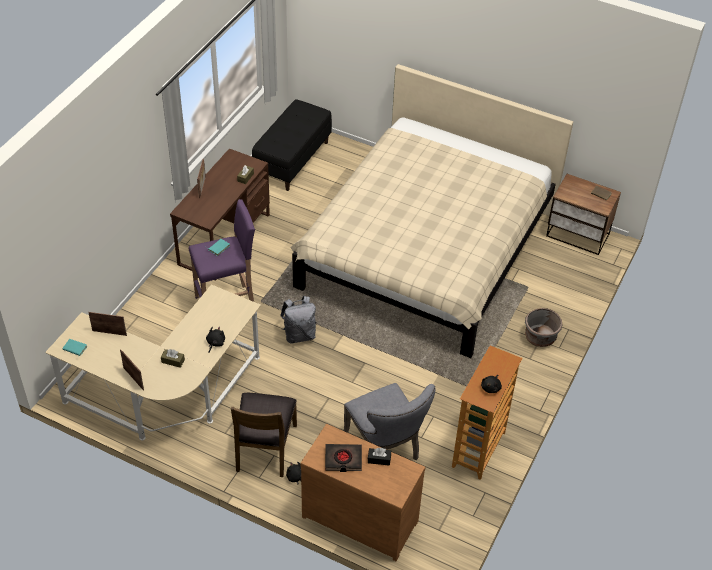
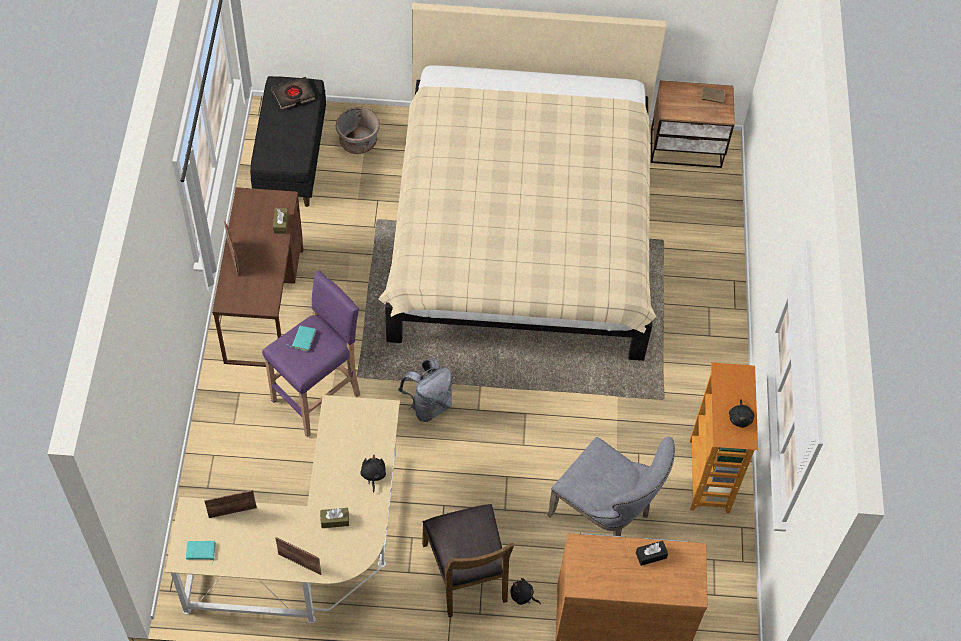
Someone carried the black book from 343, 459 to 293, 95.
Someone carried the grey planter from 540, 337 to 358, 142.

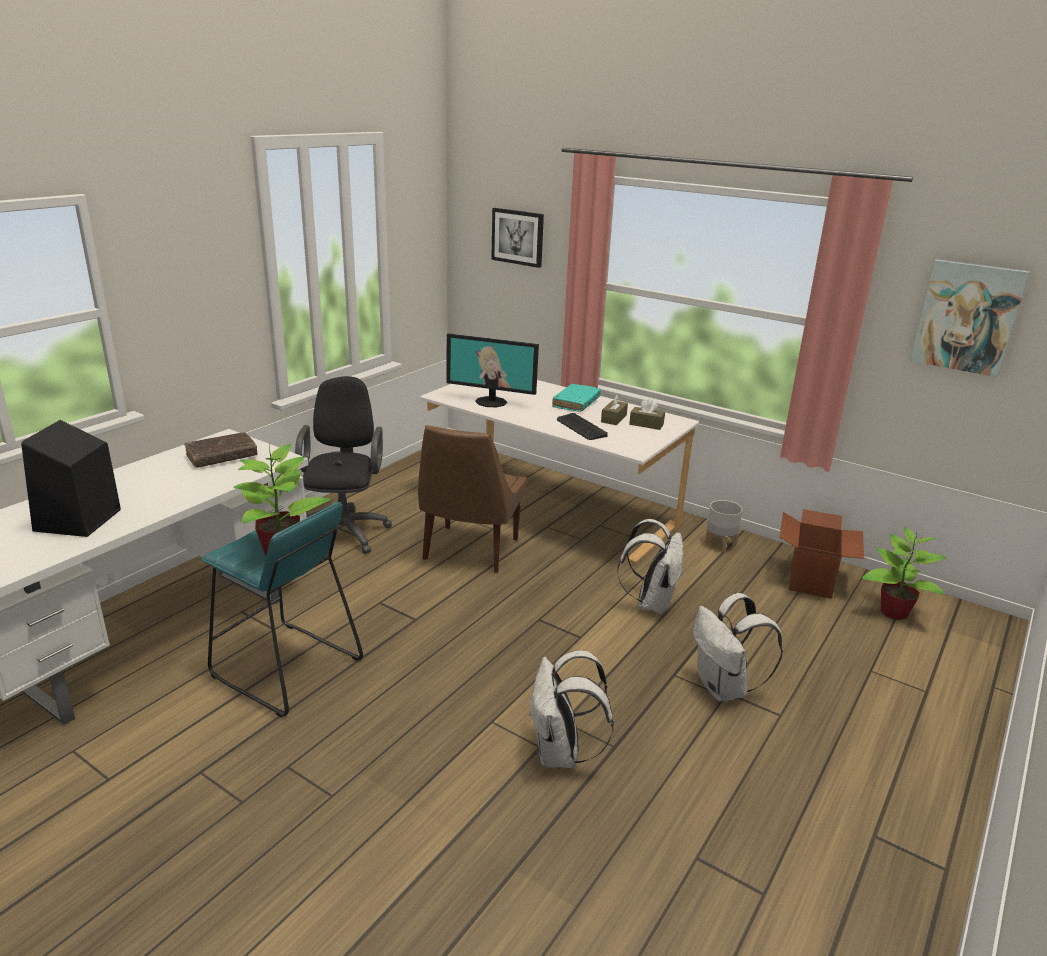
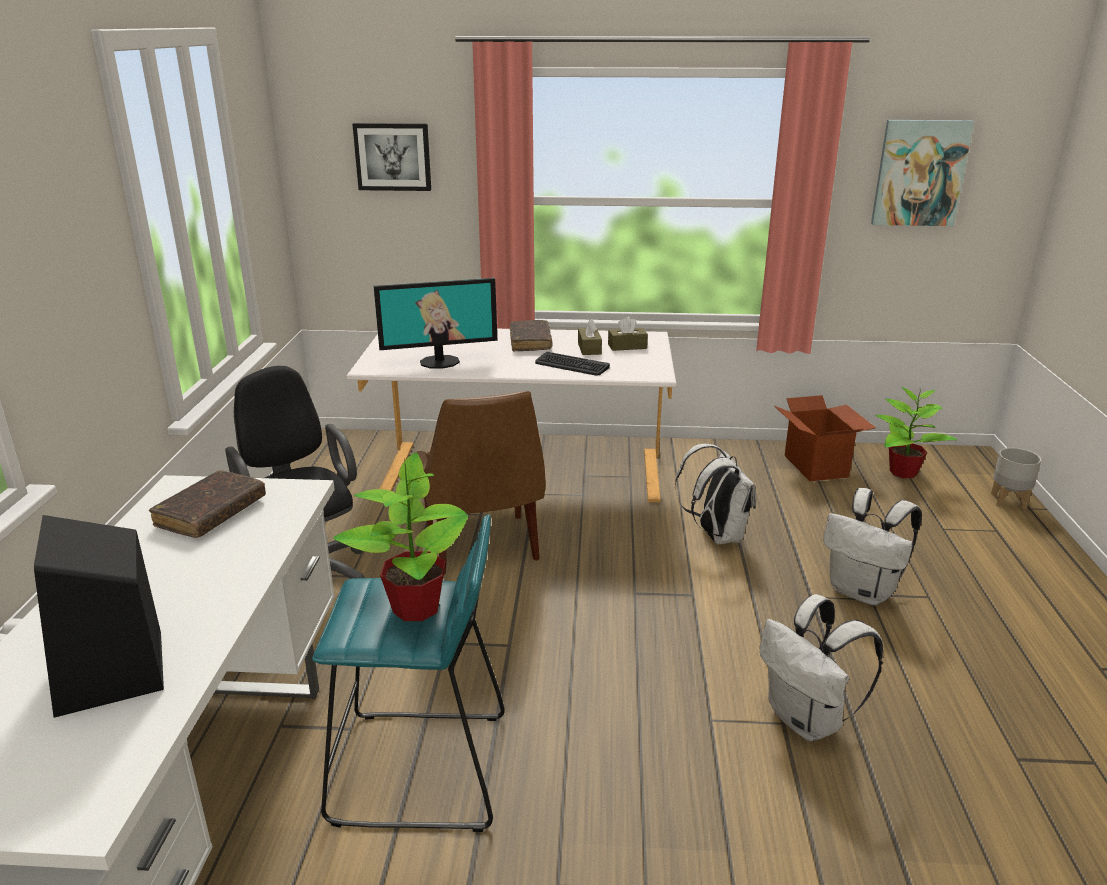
Someone repainted the turquoise book at 576, 403, which became the brown book at 530, 342.
Someone carried the grey planter from 720, 545 to 1009, 501.

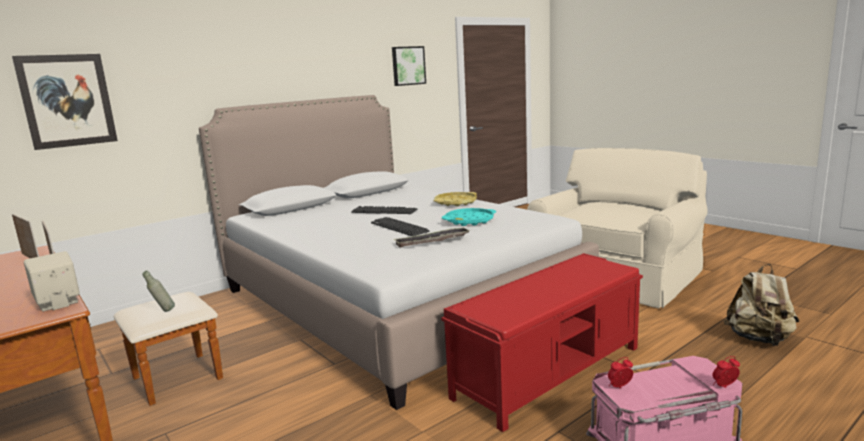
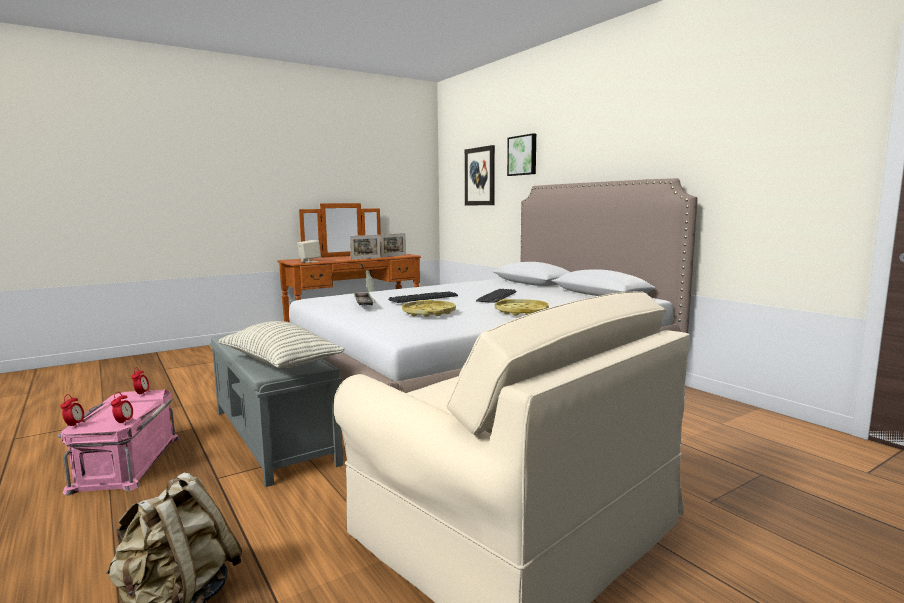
Someone carried the picture from 408, 66 to 523, 155.
Someone repainted the red bench at 549, 371, which became the grey bench at 273, 436.
Someone repainted the turquoise tray at 469, 221, which became the yellow tray at 429, 313.
Someone put down the alarm clock at 124, 422.
Someone put down the pillow at 280, 364.

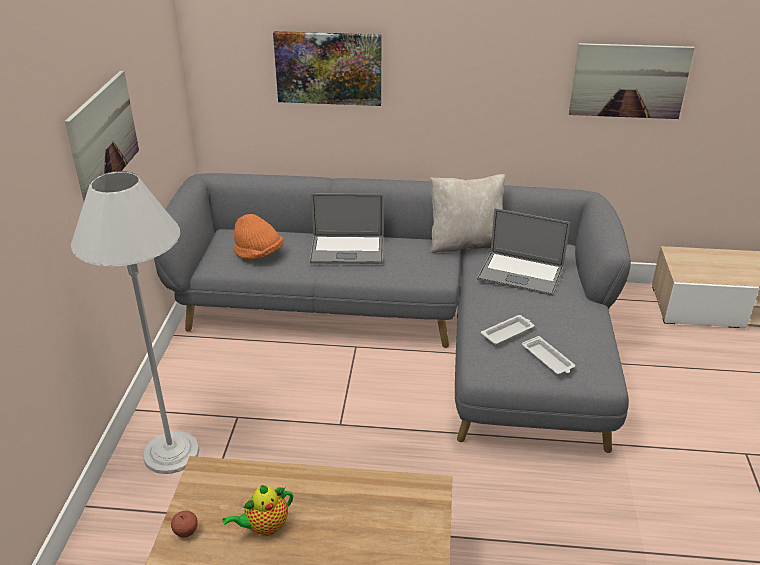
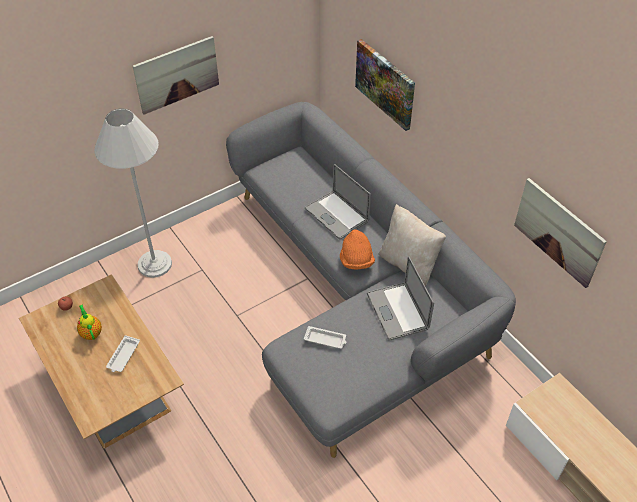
Someone rotated the teapot at 264, 527 by 45 degrees clockwise.
Someone carried the orange hat from 259, 254 to 356, 260.
Someone carried the white tray from 548, 359 to 123, 356.

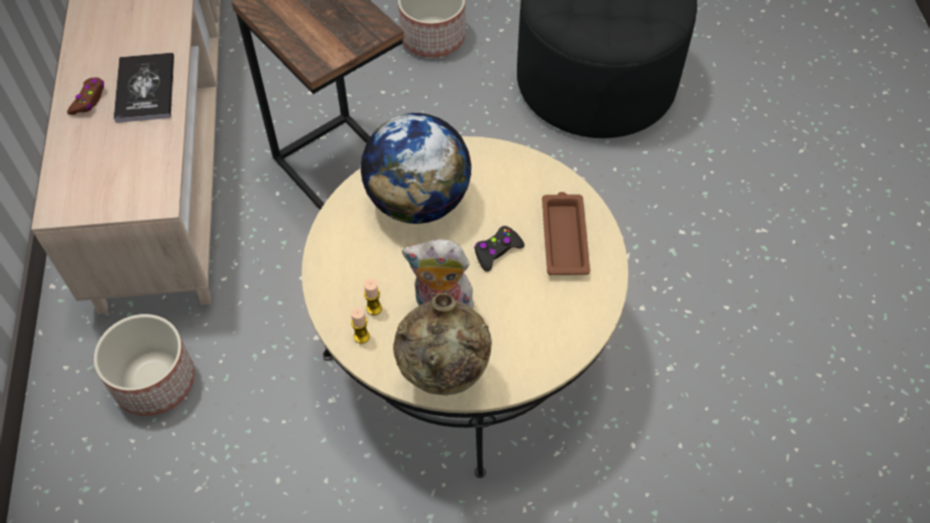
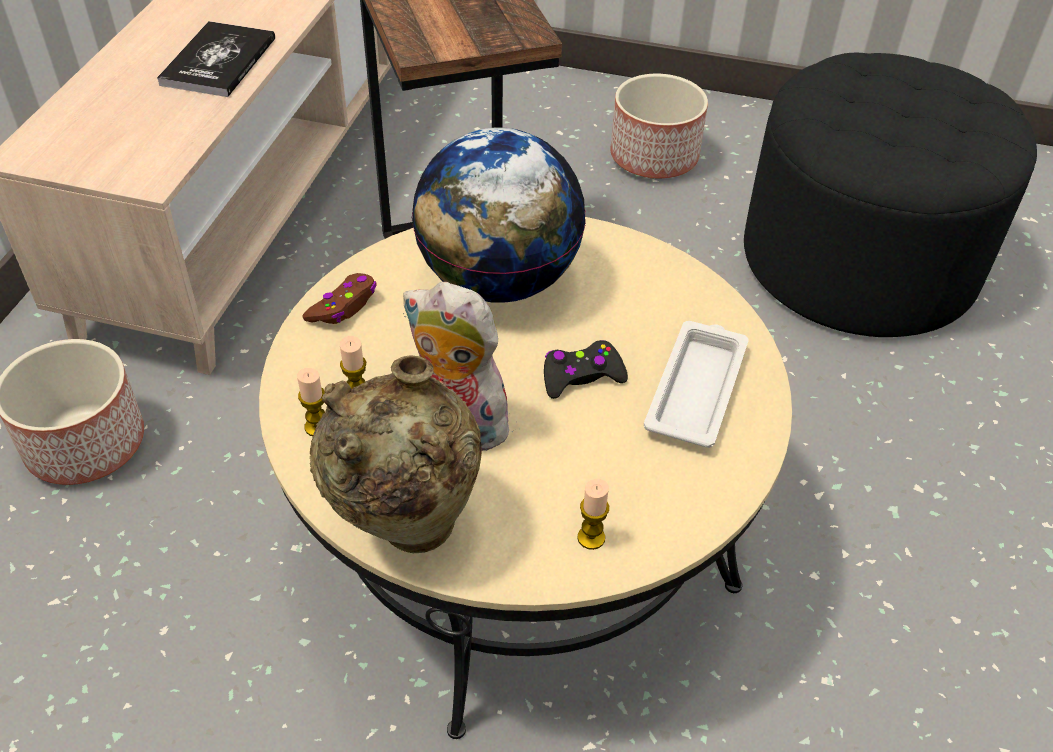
Someone carried the brown game controller from 89, 100 to 343, 306.
Someone repainted the brown tray at 564, 237, which became the white tray at 696, 388.
Someone put down the candle at 591, 538.

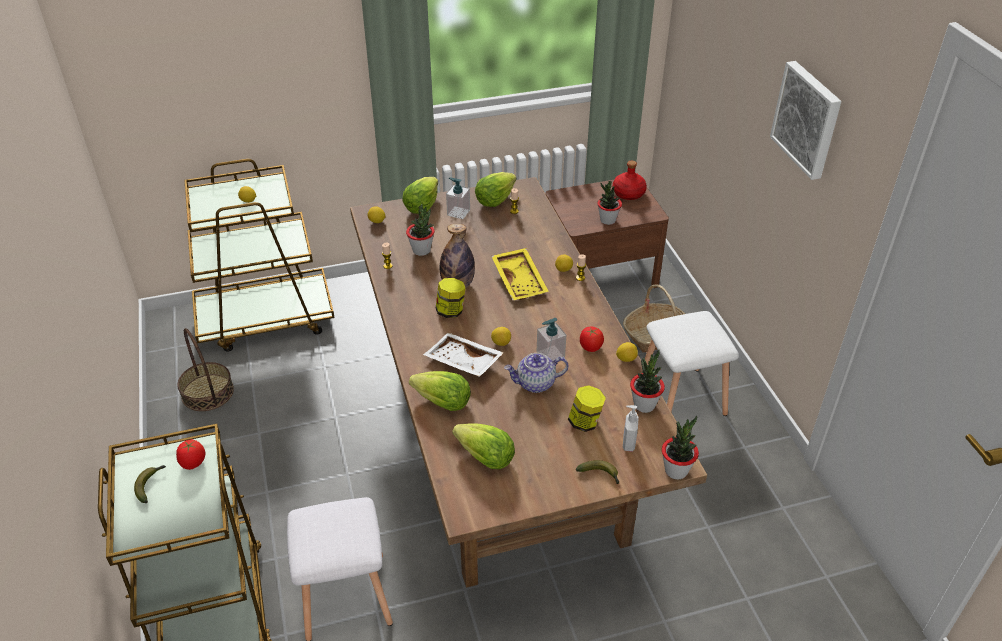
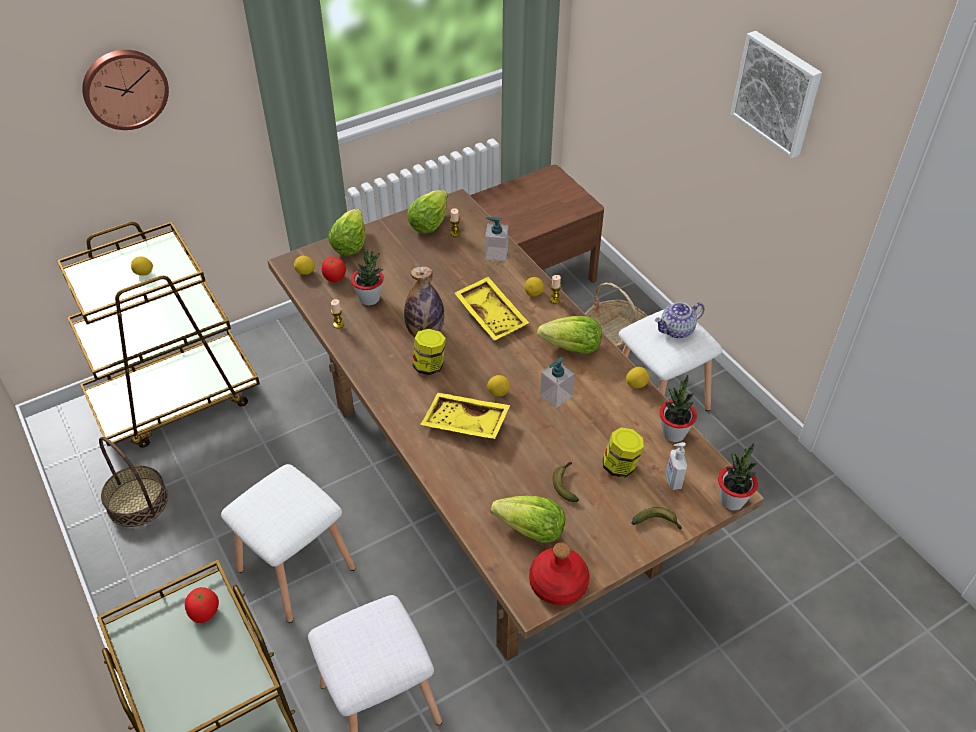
Someone carried the banana from 150, 485 to 566, 484.
Someone carried the lettuce from 443, 403 to 572, 348.
Someone repainted the white tray at 462, 362, which became the yellow tray at 465, 424.
Someone carried the soap dispenser from 458, 212 to 496, 254.
Someone carried the teapot from 535, 384 to 676, 330.
Someone carried the tomato from 590, 347 to 334, 278.
Someone took away the potted plant at 607, 220.
Someone carried the red bottle from 629, 193 to 558, 584.
Someone put up the wall clock at 124, 88.
Someone put down the white stool at 294, 569.

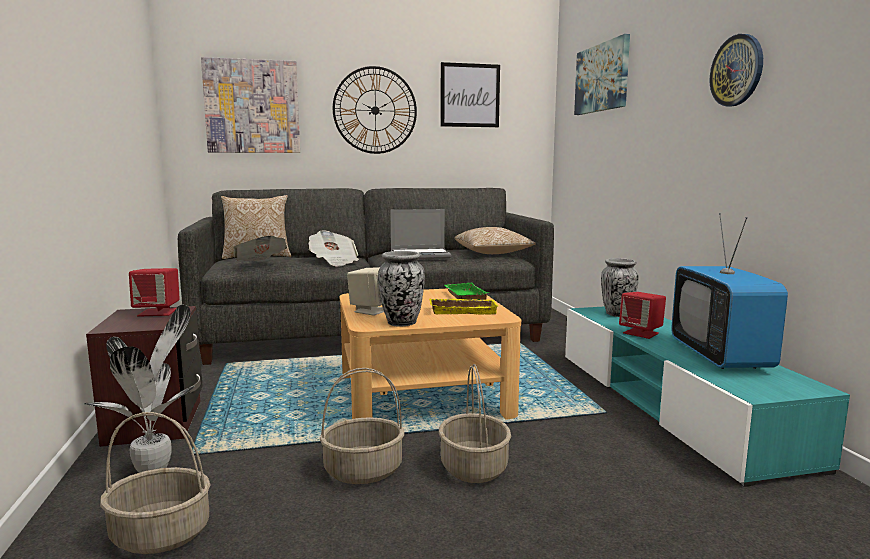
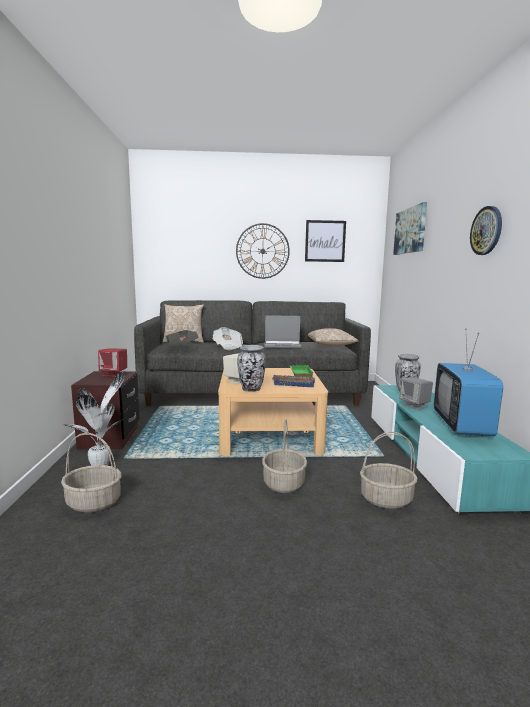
Someone took away the picture at 252, 107.
Someone carried the basket from 364, 470 to 386, 499.
Someone repainted the yellow tray at 463, 310, which became the blue tray at 294, 383.
Someone repainted the red speaker at 641, 333, which became the grey speaker at 415, 405.

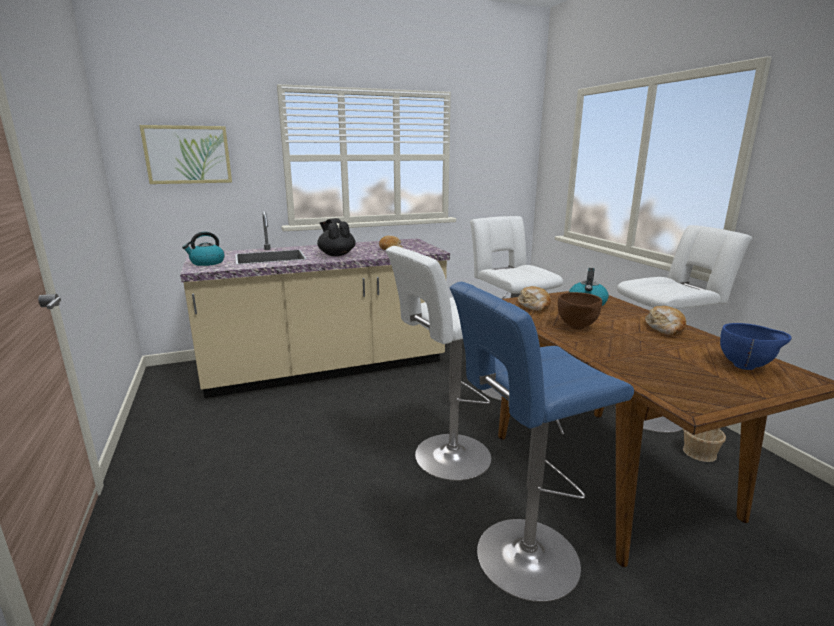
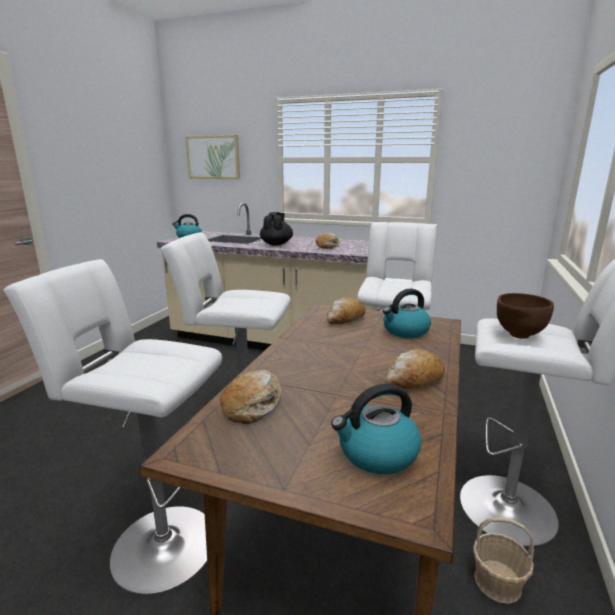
Someone repainted the blue stool at 521, 560, which became the white stool at 157, 544.
Someone carried the brown bowl from 576, 328 to 517, 336.
Someone swapped the blue bowl at 747, 367 for the kettle at 377, 454.
Someone put down the bread at 253, 404.

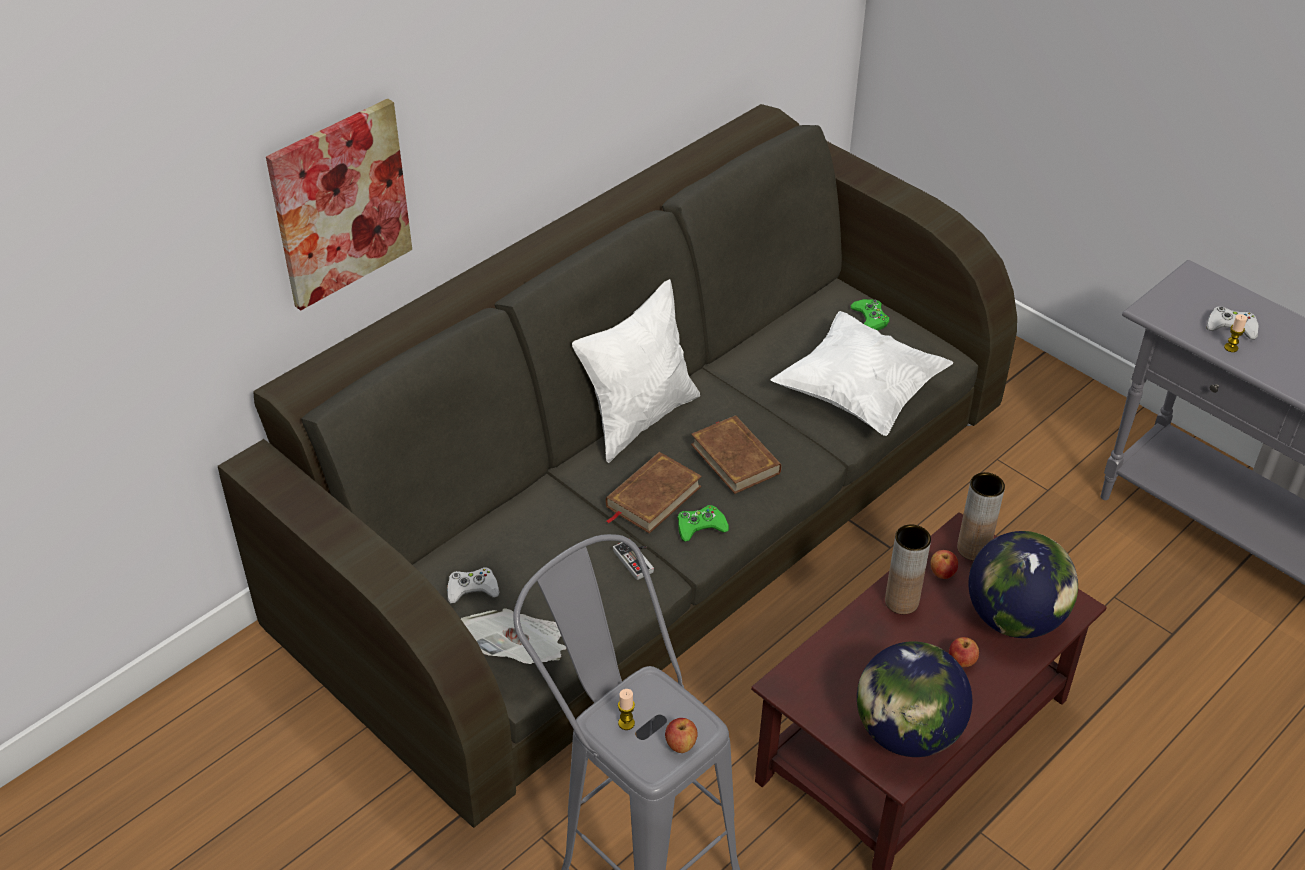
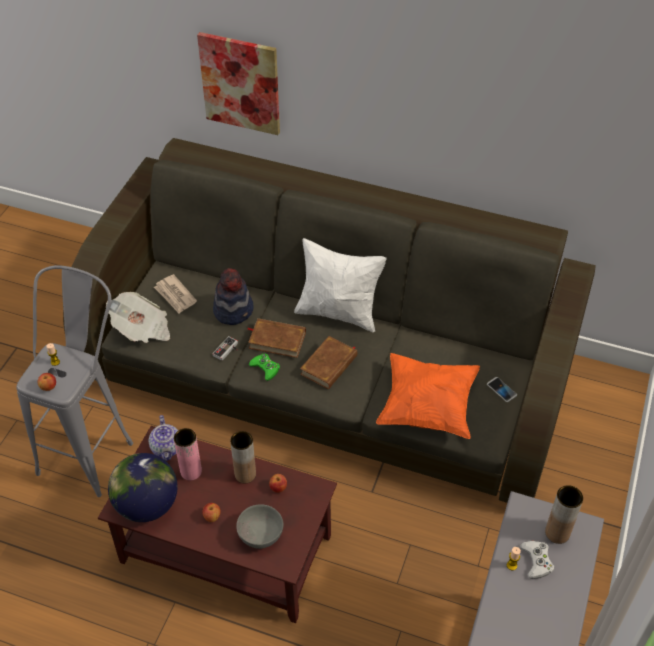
Someone swapped the white game controller at 472, 589 for the newspaper at 175, 295.
Someone repainted the white pillow at 859, 394, which became the orange pillow at 427, 407.
Someone swapped the green game controller at 870, 319 for the phone at 501, 390.
Someone carried the brown vase from 973, 549 to 557, 533.
Someone swapped the globe at 1013, 618 for the grey bowl at 259, 535.
Someone put down the teapot at 167, 448.
Someone put down the pink vase at 191, 471.
Someone put down the hat at 234, 310.

